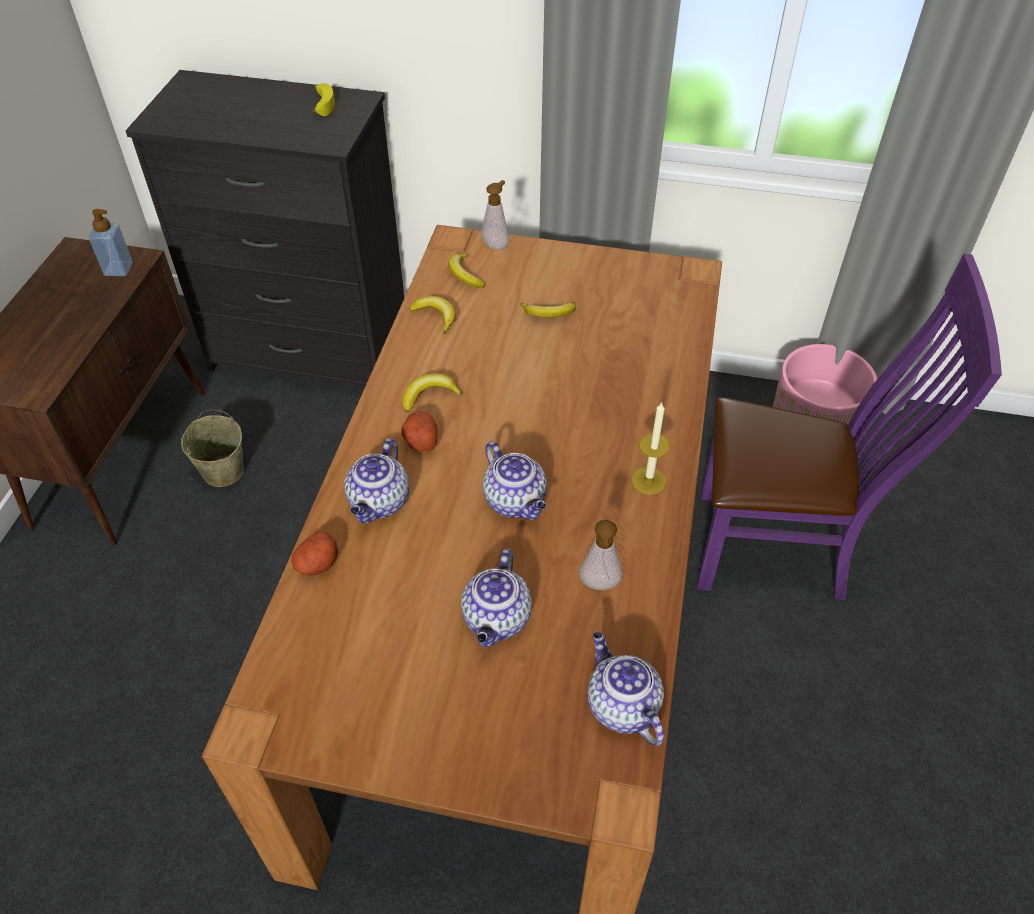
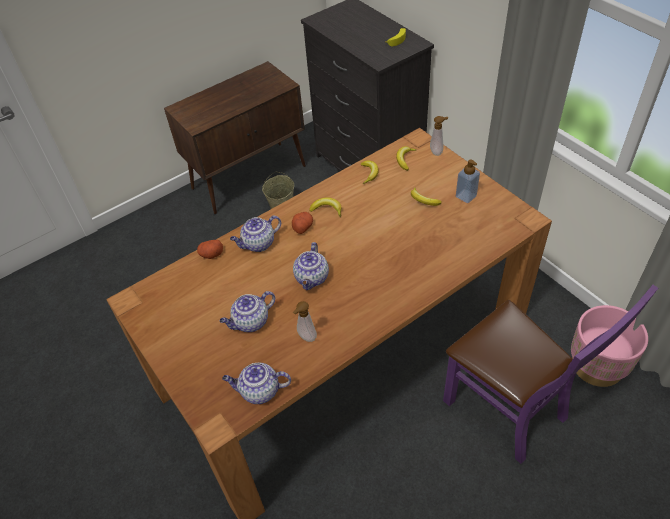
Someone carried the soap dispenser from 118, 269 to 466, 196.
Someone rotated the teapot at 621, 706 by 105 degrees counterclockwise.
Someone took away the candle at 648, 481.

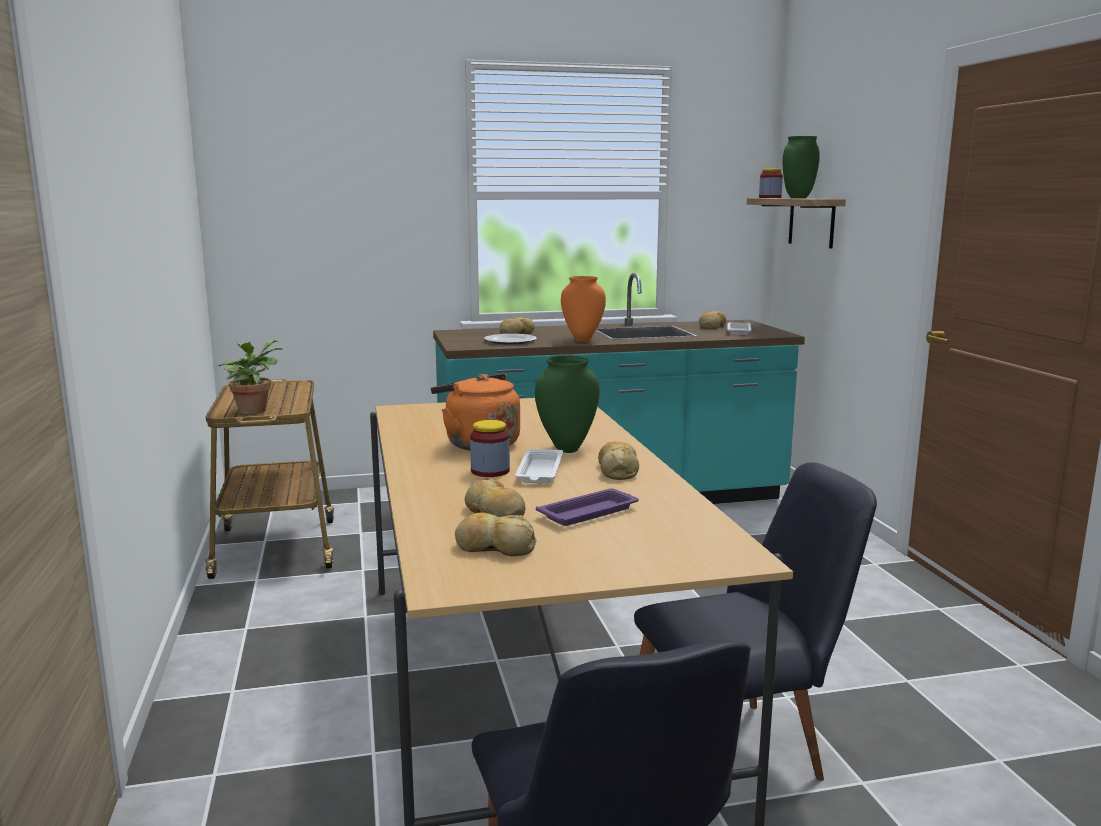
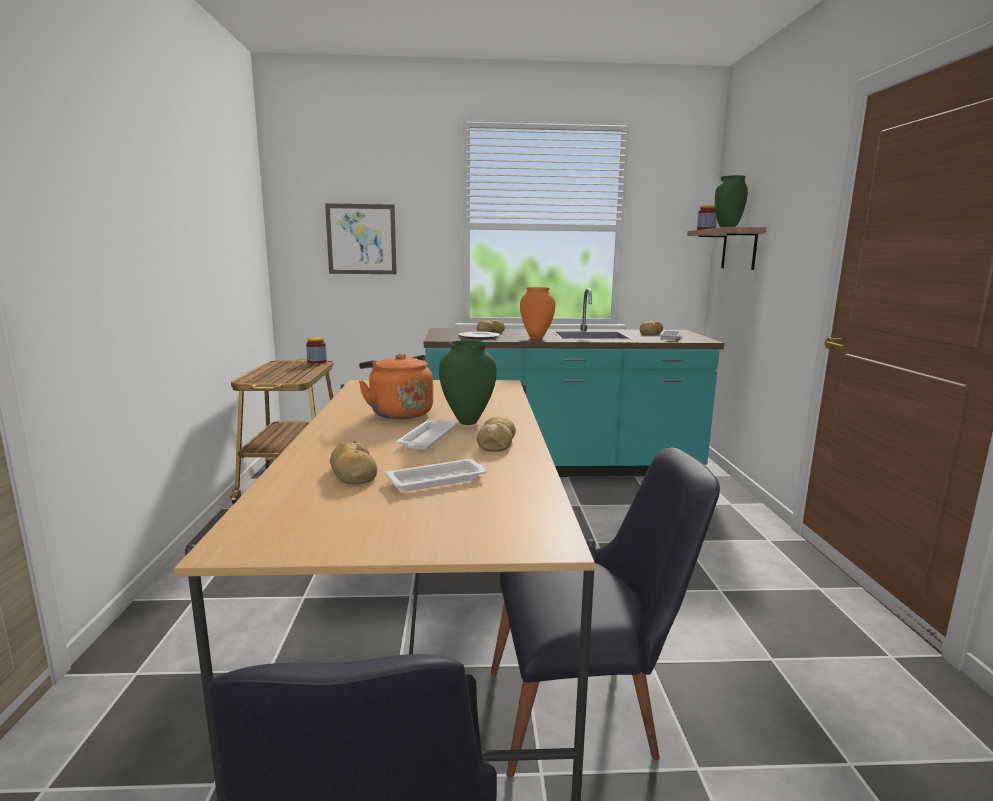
Someone took away the potted plant at 253, 410.
Someone took away the bread at 495, 547.
Someone carried the jar from 490, 471 to 317, 361.
Someone repainted the purple tray at 589, 512, which became the white tray at 438, 480.
Someone put up the picture at 361, 239.

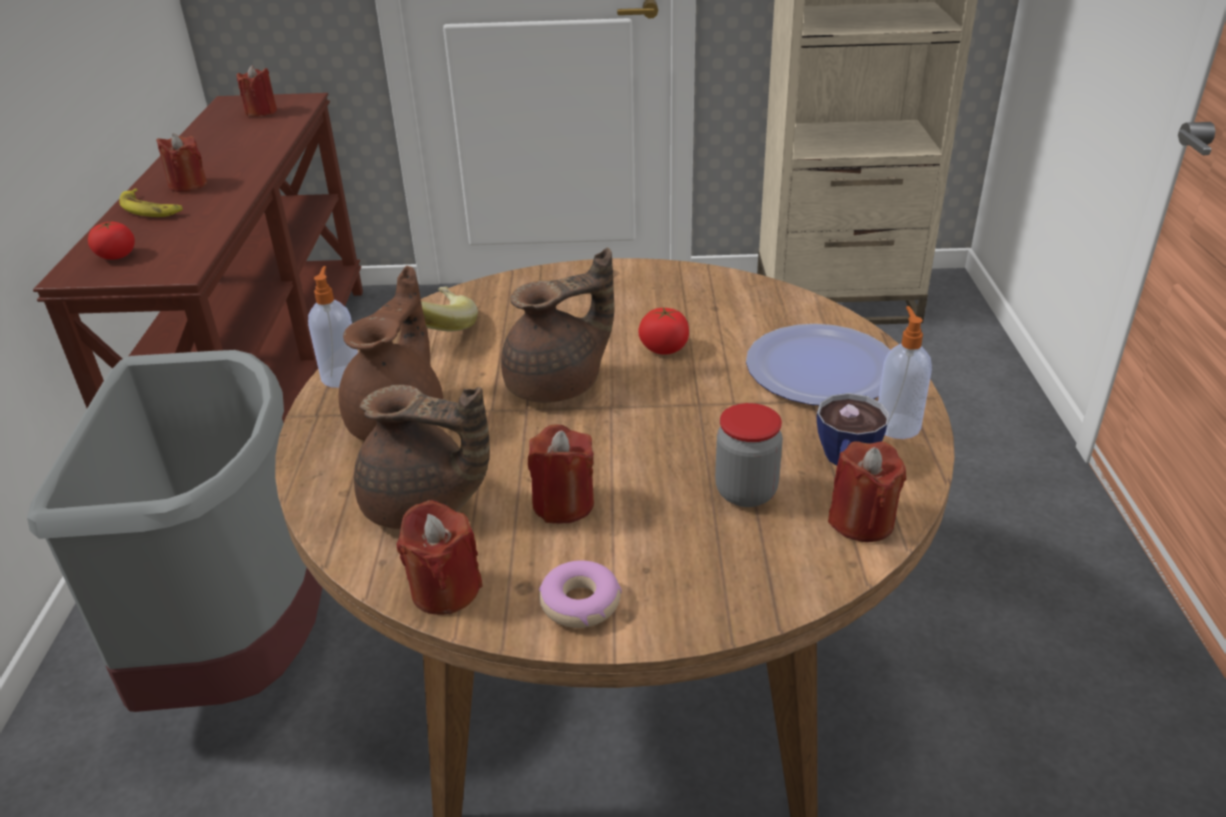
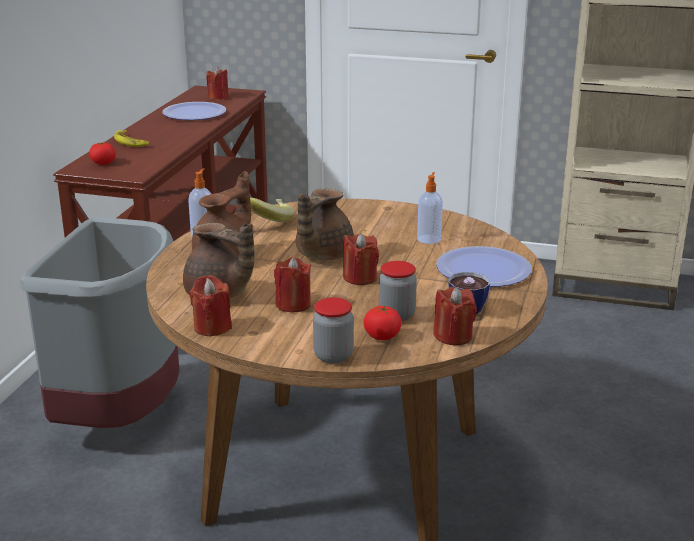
Someone carried the red candle from 188, 185 to 360, 278.
Someone rotated the brown teapot at 558, 384 by 135 degrees clockwise.
Someone took away the donut at 580, 603.
Someone carried the tomato from 664, 348 to 382, 336.
Someone carried the soap dispenser from 897, 425 to 429, 239.
Someone put down the plate at 194, 113.
Someone put down the jar at 333, 356.

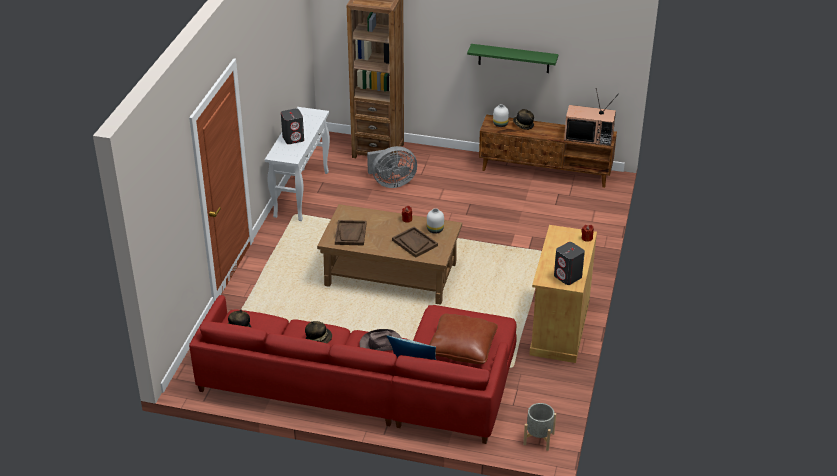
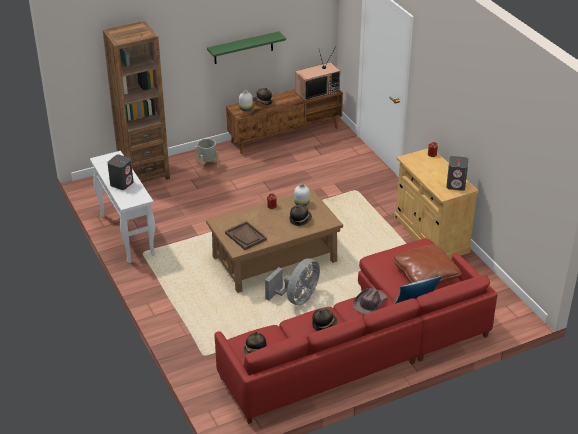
Someone carried the grey fan from 391, 183 to 297, 298.
Someone swapped the brown tray at 414, 243 for the hat at 300, 220.
Someone carried the grey planter from 539, 439 to 207, 165.

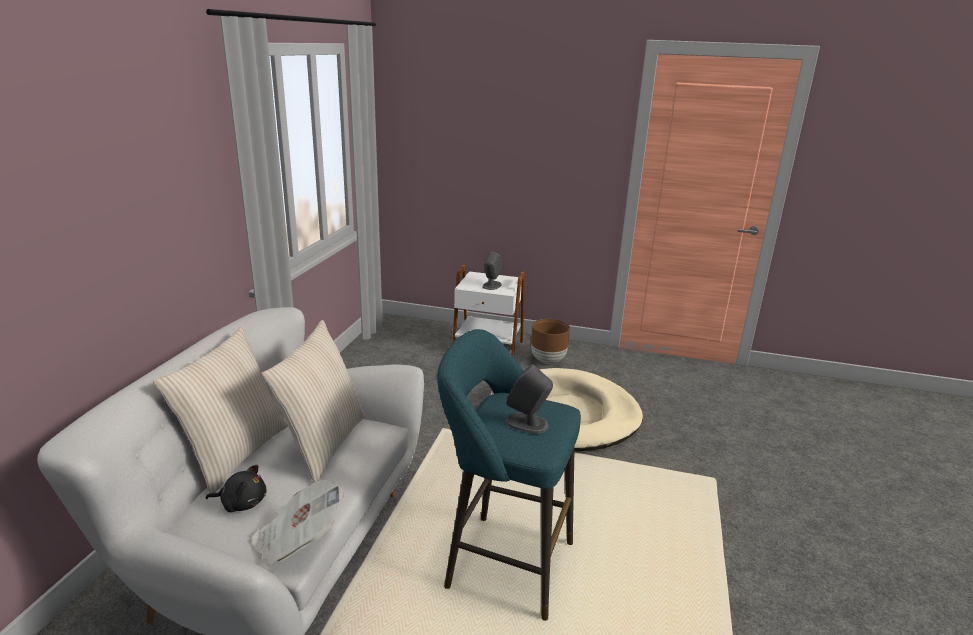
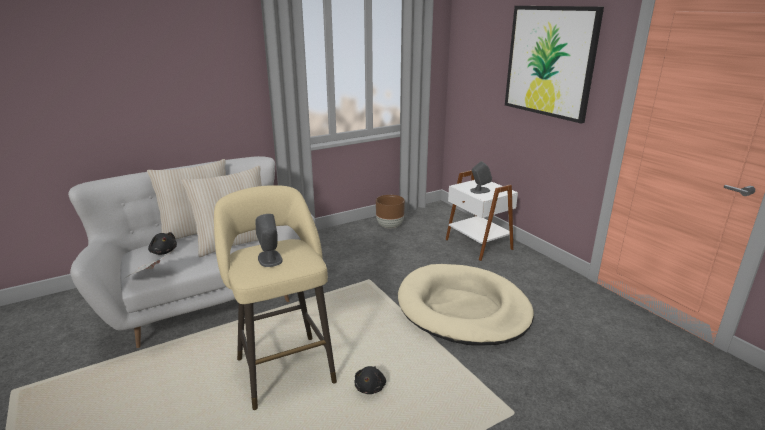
Someone repainted the turquoise stool at 503, 562, which became the beige stool at 283, 366.
Someone carried the brown planter from 548, 360 to 390, 226.
Someone put down the black plush toy at 370, 387.
Someone put up the picture at 549, 61.

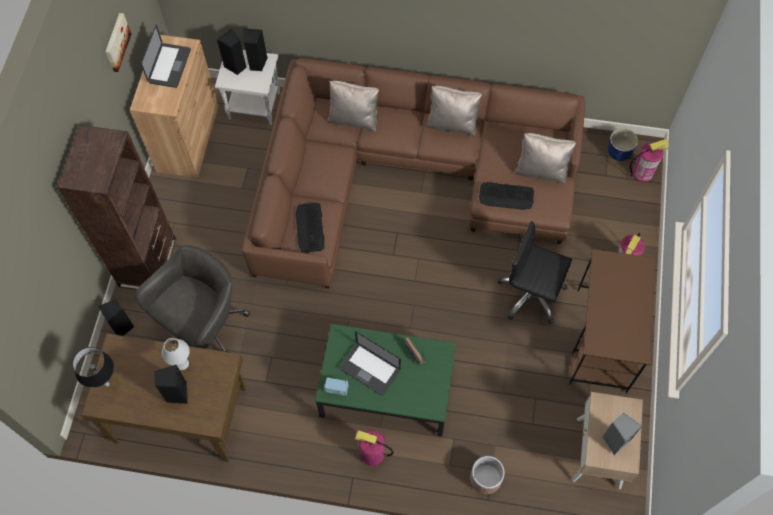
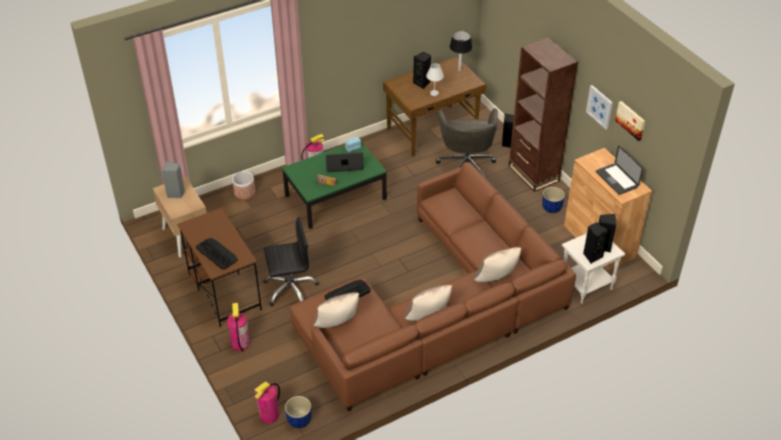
Someone carried the keyboard from 310, 228 to 216, 253.
Someone put down the blue planter at 551, 207.
Someone put up the picture at 600, 107.

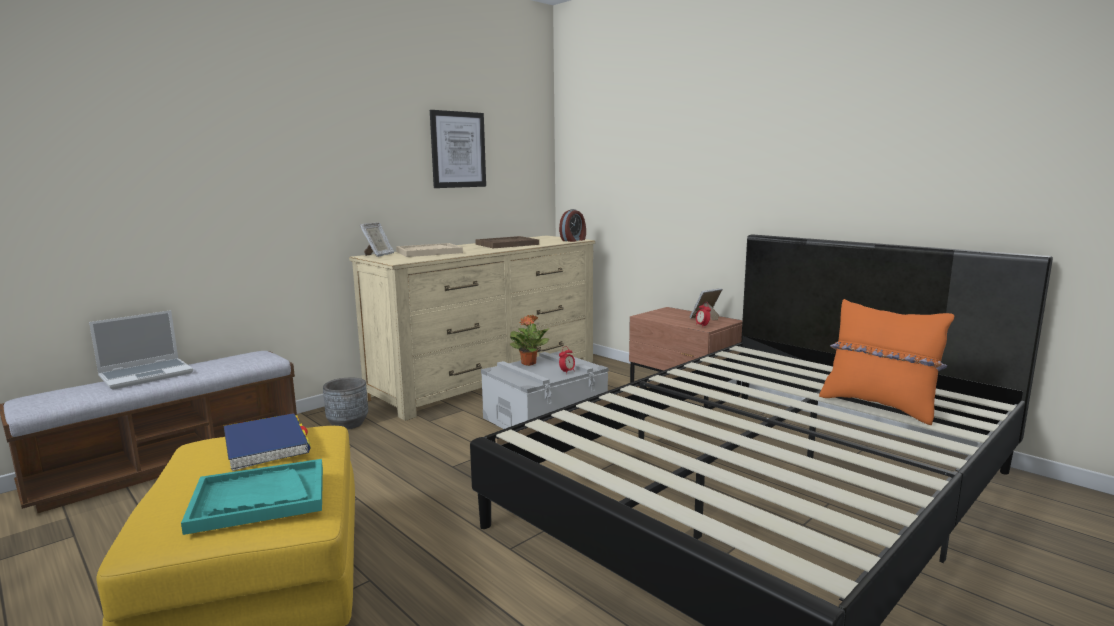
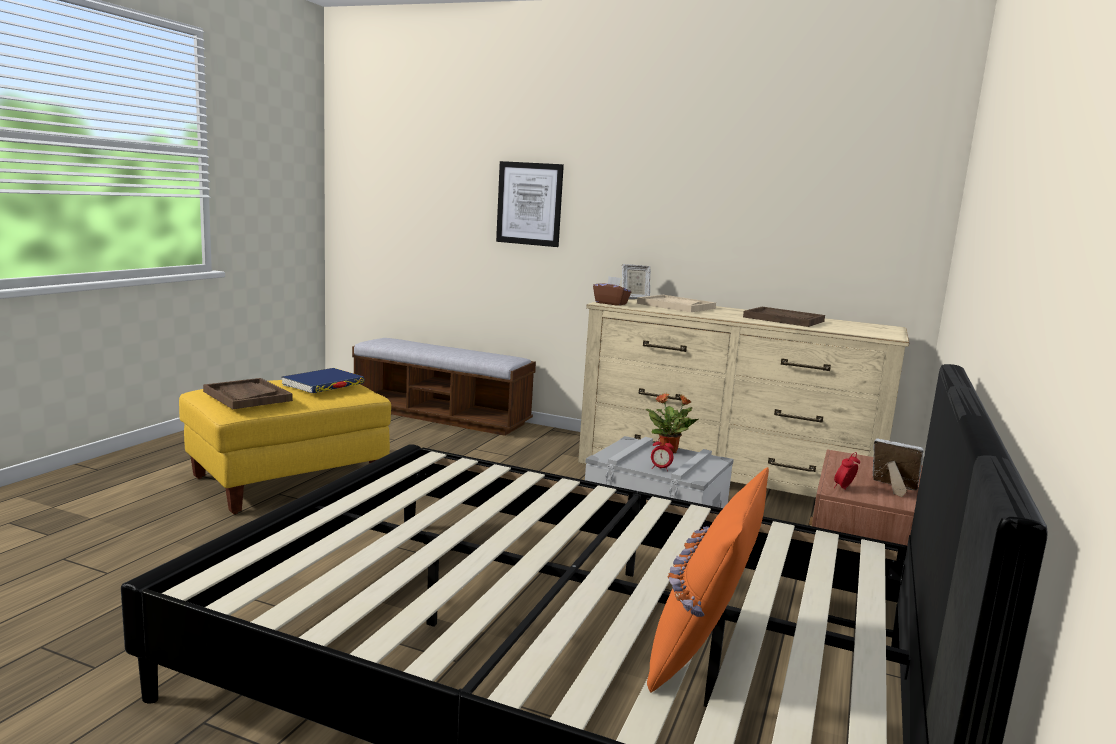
Someone took away the laptop at 147, 375.
Someone repainted the turquoise tray at 259, 498, which became the brown tray at 247, 396.
Someone took away the grey planter at 348, 424.
Someone carried the picture from 458, 149 to 529, 204.
Someone took away the alarm clock at 573, 240.
Someone put down the brown tissue box at 611, 303.

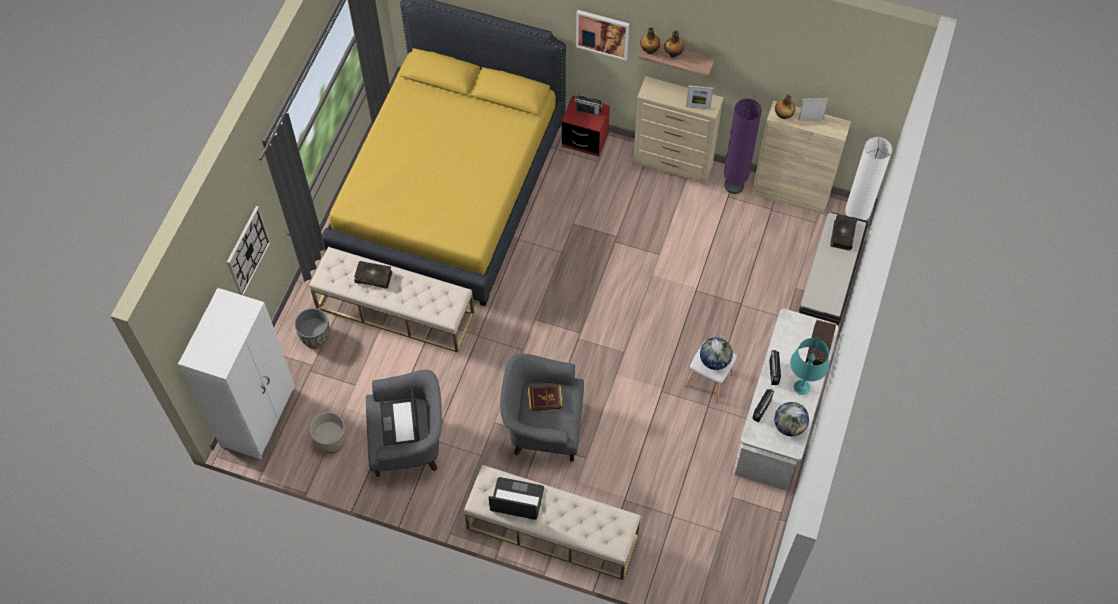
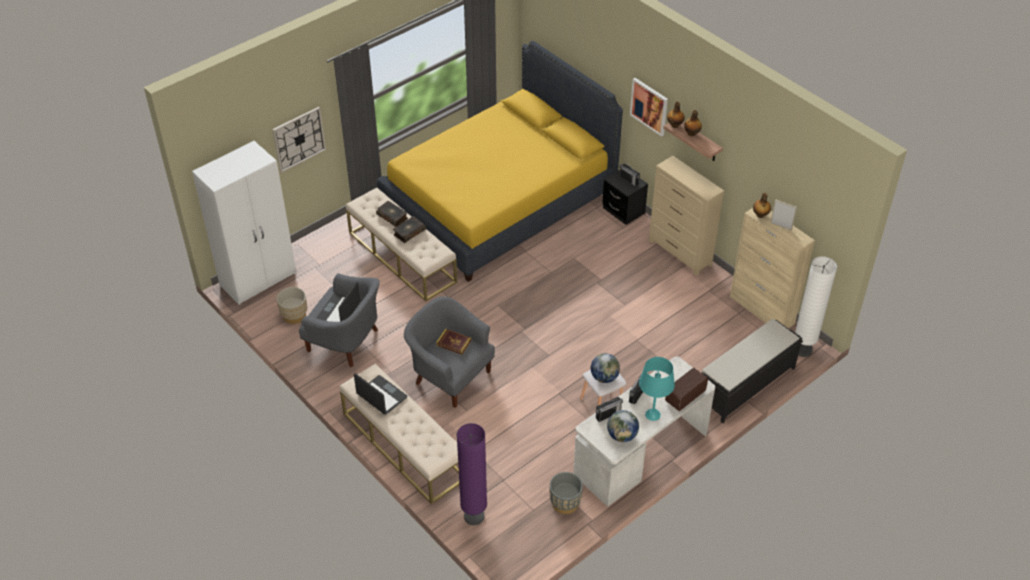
Someone carried the grey planter from 316, 337 to 565, 503.
Someone repainted the red nightstand at 585, 140, which became the black nightstand at 623, 210.
Someone took away the picture frame at 698, 107.
Someone carried the purple floor lamp from 734, 186 to 474, 516.
Someone carried the book from 842, 235 to 409, 232.

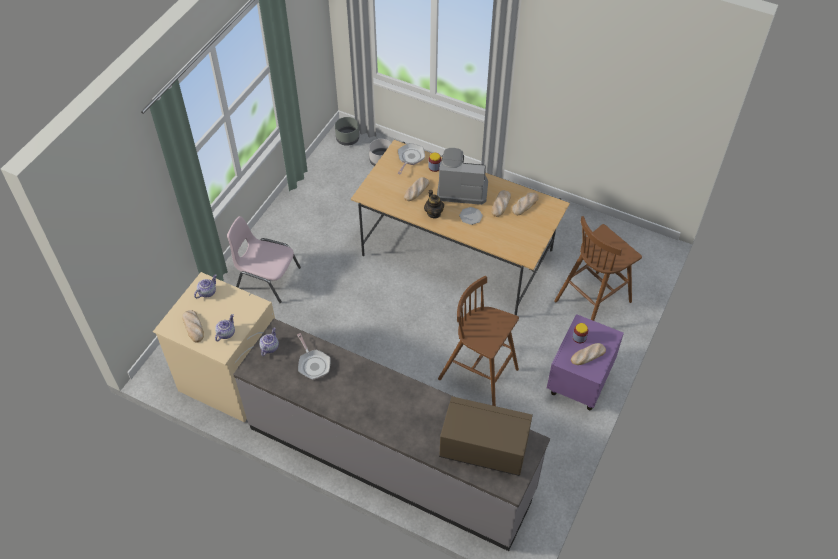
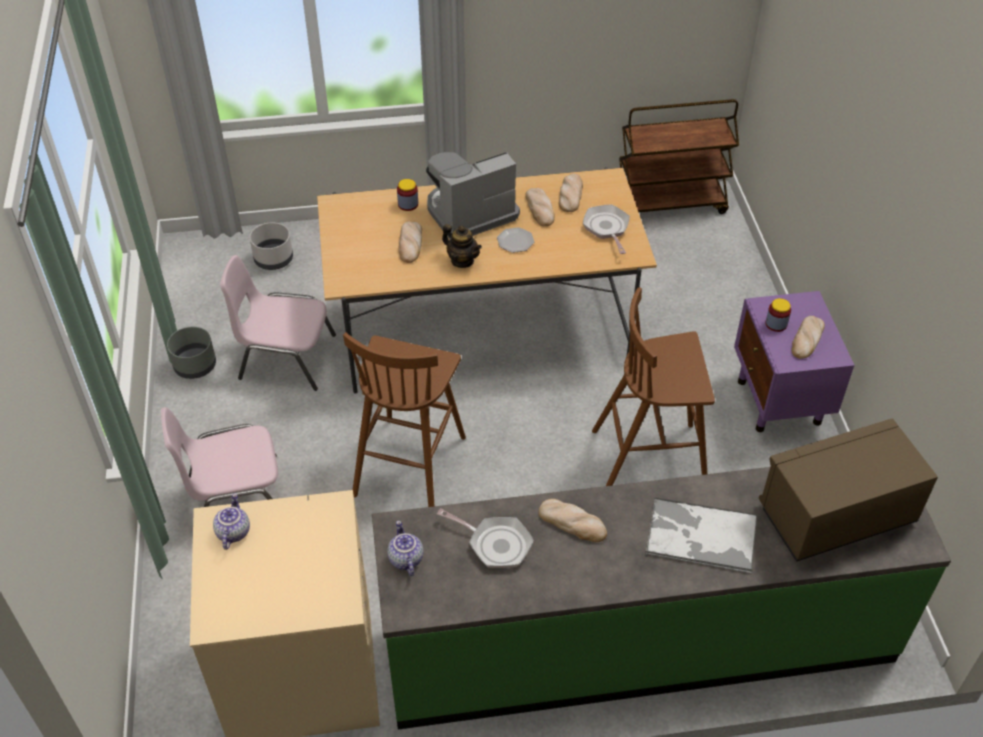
Someone carried the bread from 193, 327 to 573, 522.
Someone took away the teapot at 226, 333.
Someone repainted the grey counter at 390, 459, which became the green counter at 638, 640.
Someone carried the grey planter from 347, 139 to 195, 366.
Someone carried the frying pan from 410, 158 to 607, 228.
Someone carried the brown stool from 594, 300 to 410, 464.
Someone put down the pink chair at 285, 357.
Someone put down the brown cart at 670, 204.
Someone put down the tray at 700, 535.

